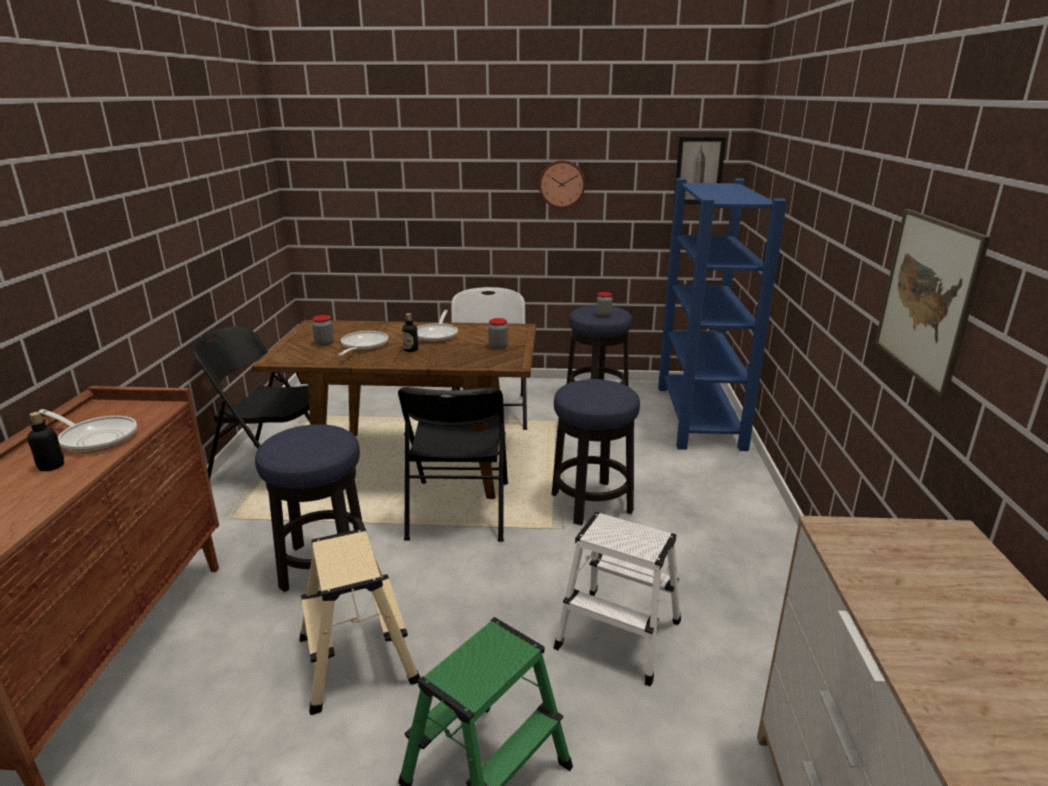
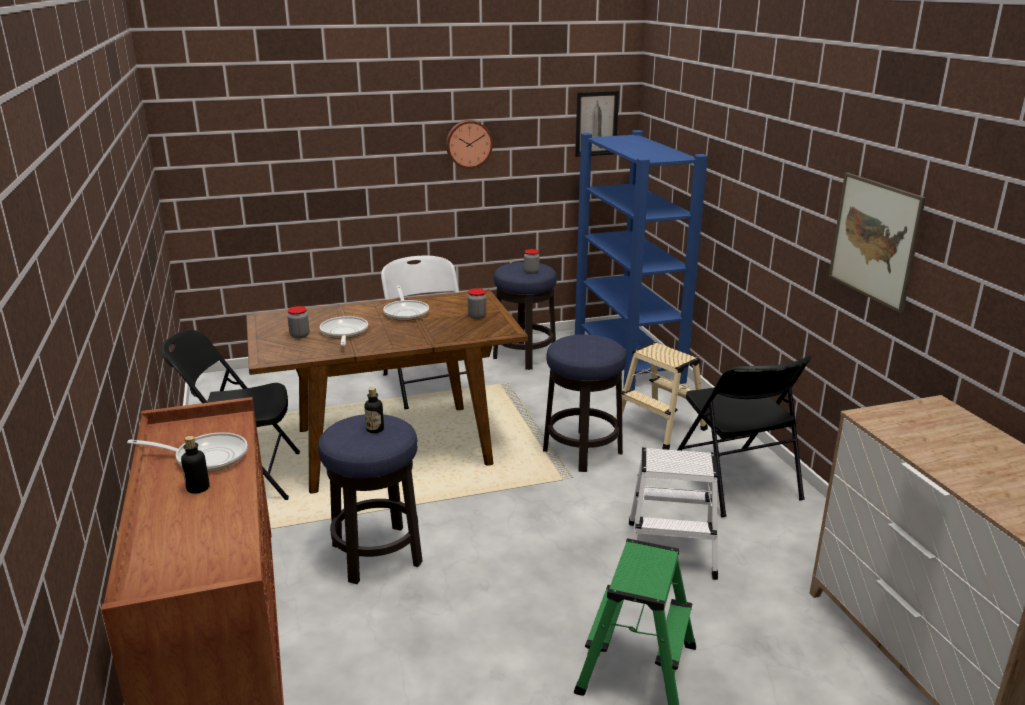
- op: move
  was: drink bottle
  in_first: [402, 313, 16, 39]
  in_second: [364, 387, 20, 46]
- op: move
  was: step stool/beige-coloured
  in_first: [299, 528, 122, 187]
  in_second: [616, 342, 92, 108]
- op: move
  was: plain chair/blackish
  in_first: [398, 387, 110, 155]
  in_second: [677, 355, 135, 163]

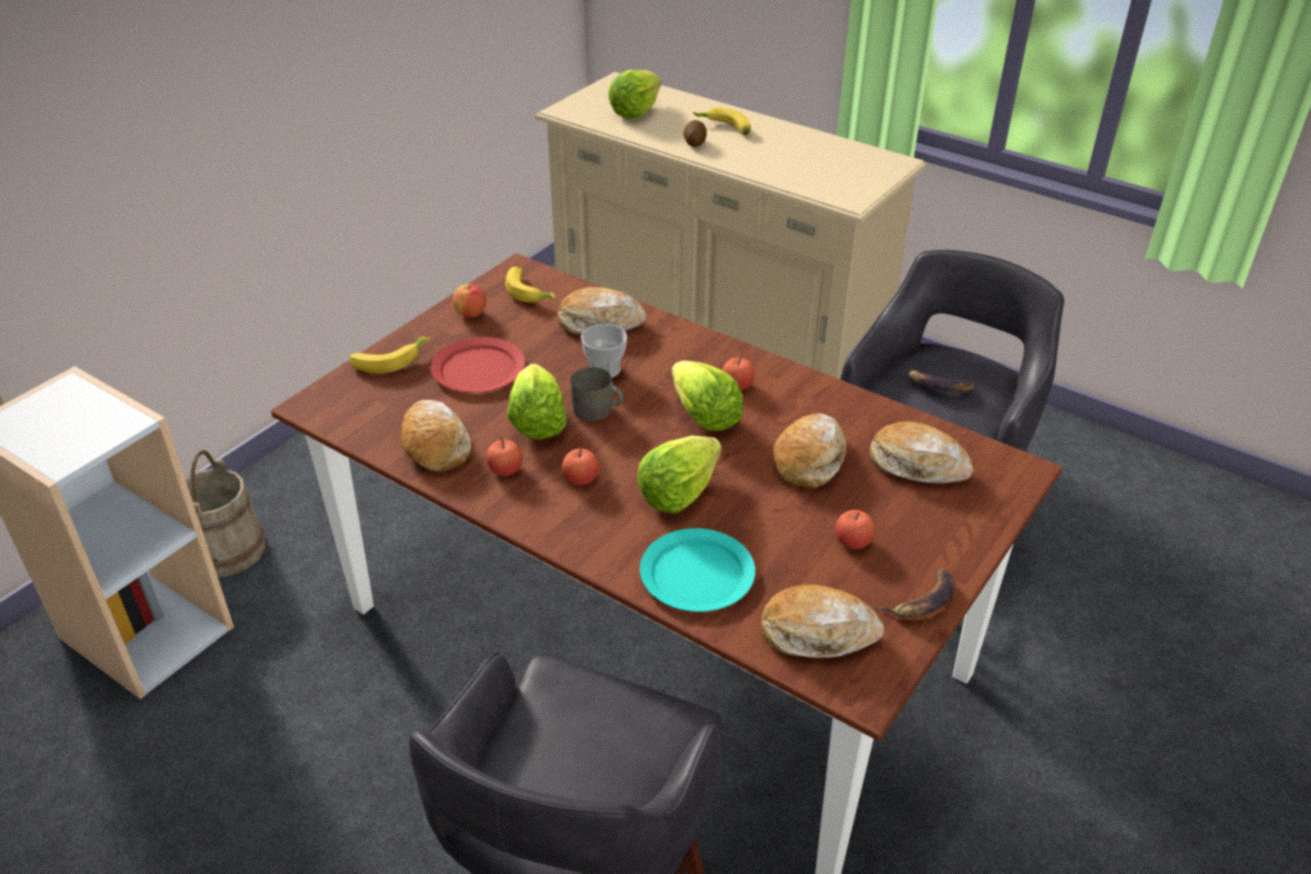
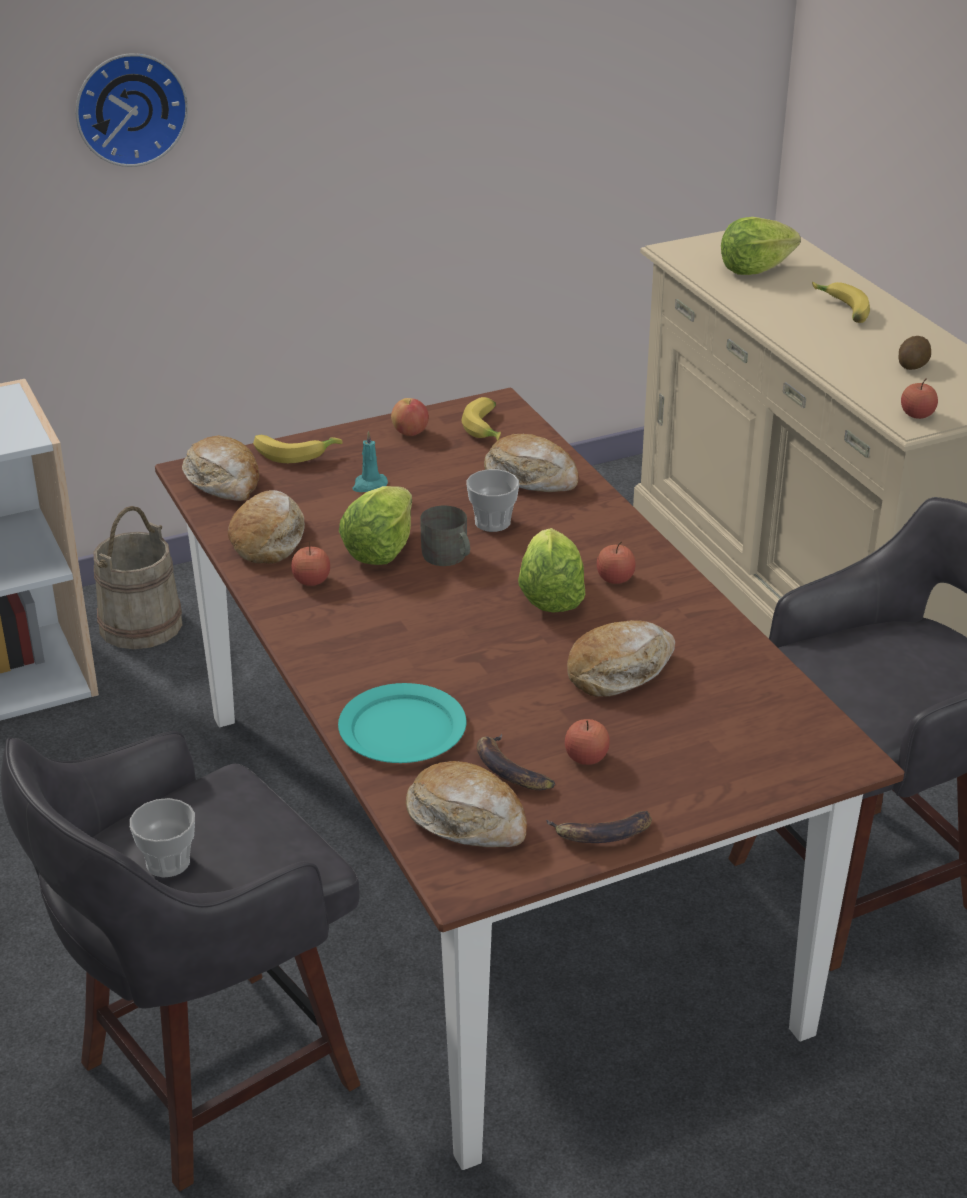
- op: insert
  now: clock on the wall
  in_second: [76, 53, 112, 114]
- op: insert
  now: drinking cup
  in_second: [130, 798, 65, 80]
- op: move
  was: baked bread
  in_first: [869, 421, 105, 62]
  in_second: [182, 435, 77, 66]
- op: replace
  was: plate/reddish
  now: candle/turquoise-coloured
  in_first: [430, 337, 95, 55]
  in_second: [352, 431, 36, 61]
- op: move
  was: banana fruit
  in_first: [908, 368, 66, 24]
  in_second: [477, 734, 78, 56]
- op: move
  was: potato
  in_first: [683, 120, 24, 27]
  in_second: [898, 336, 33, 34]
- op: move
  was: apple
  in_first: [562, 446, 37, 39]
  in_second: [901, 378, 37, 41]
- op: delete
  was: head of lettuce
  in_first: [637, 436, 85, 78]

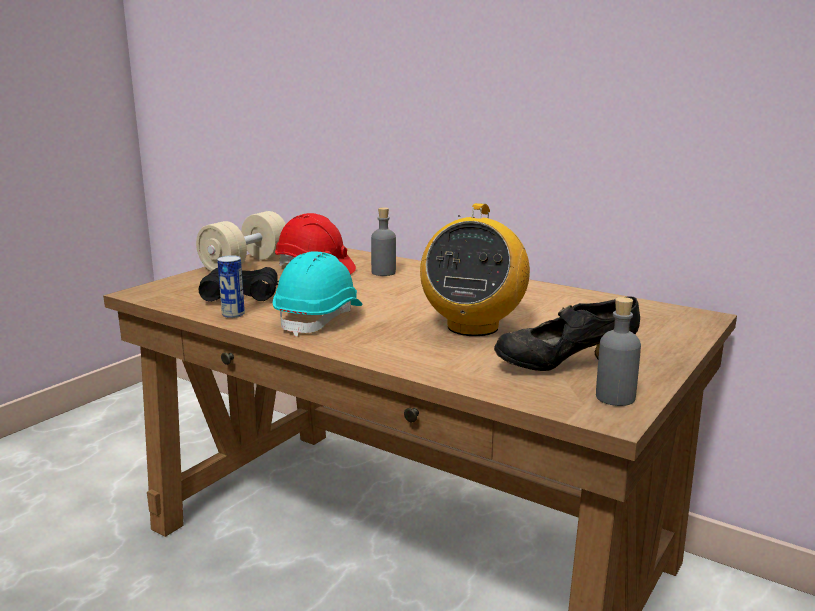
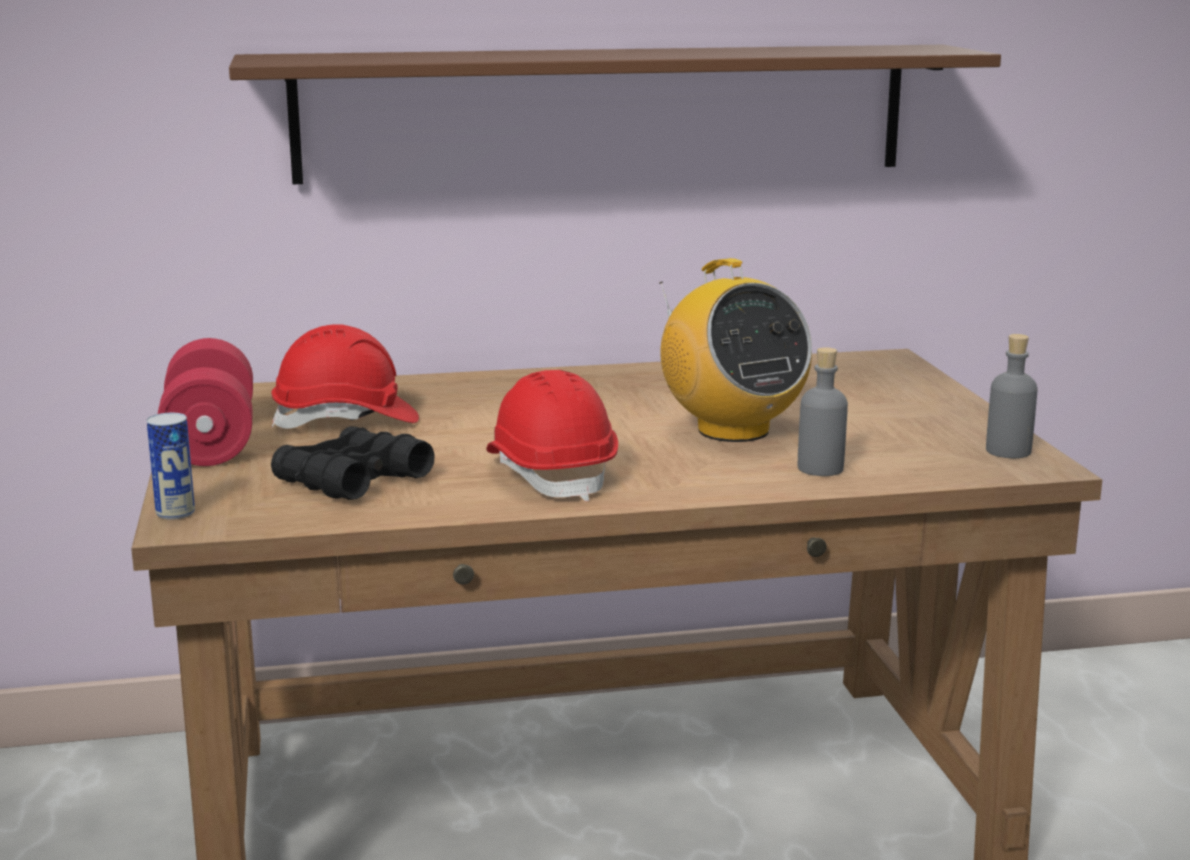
- op: move
  was: can
  in_first: [217, 255, 28, 63]
  in_second: [147, 413, 48, 107]
- op: recolor
  was: dumbbell/beige-coloured
  now: dumbbell/reddish
  in_first: [196, 211, 90, 61]
  in_second: [158, 338, 95, 128]
- op: insert
  now: bracket shelf/brownish
  in_second: [229, 45, 772, 139]
- op: recolor
  was: work helmet/turquoise-coloured
  now: work helmet/reddish
  in_first: [273, 251, 89, 86]
  in_second: [486, 370, 132, 131]
- op: move
  was: drink bottle/grey
  in_first: [371, 207, 25, 69]
  in_second: [798, 348, 50, 128]
- op: delete
  was: item of footwear/blackish
  in_first: [494, 296, 146, 75]

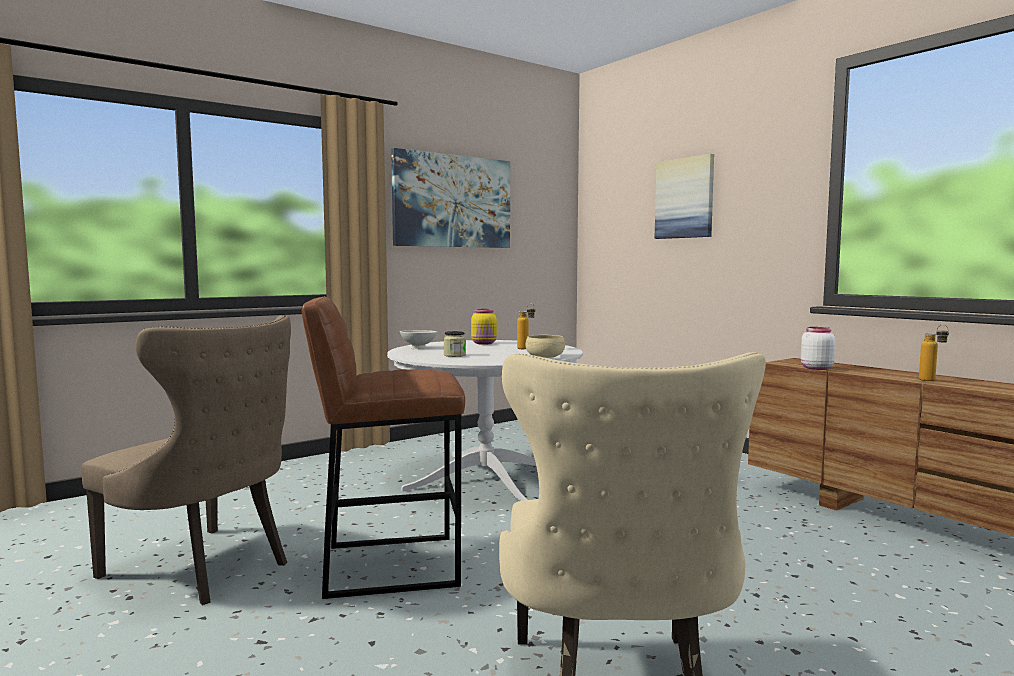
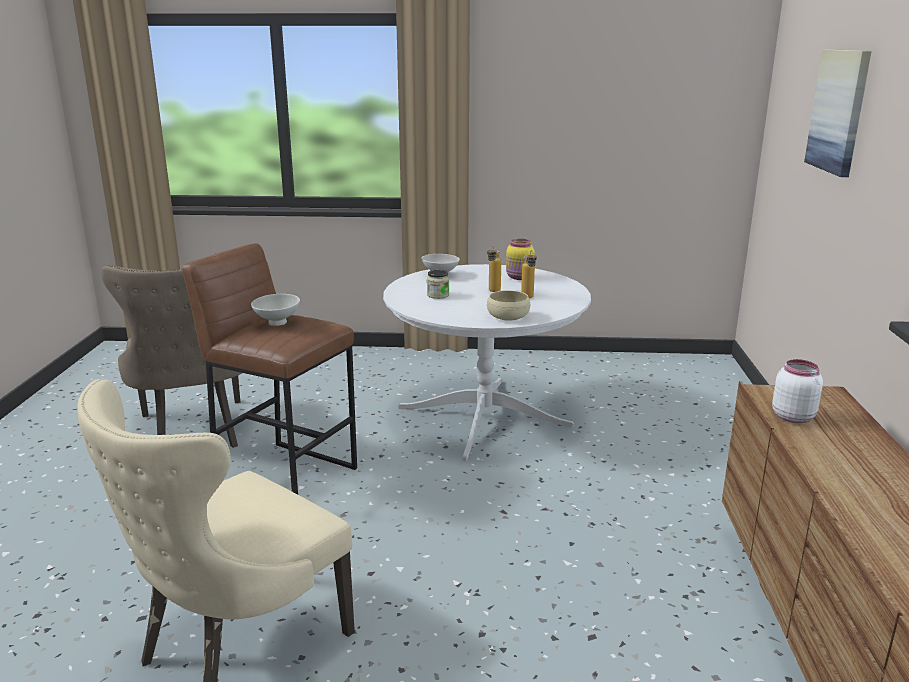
- op: insert
  now: deep dish/white
  in_second: [251, 294, 49, 32]
- op: move
  was: drink bottle
  in_first: [919, 324, 30, 57]
  in_second: [487, 245, 14, 47]
- op: delete
  was: wall art
  in_first: [391, 148, 119, 100]

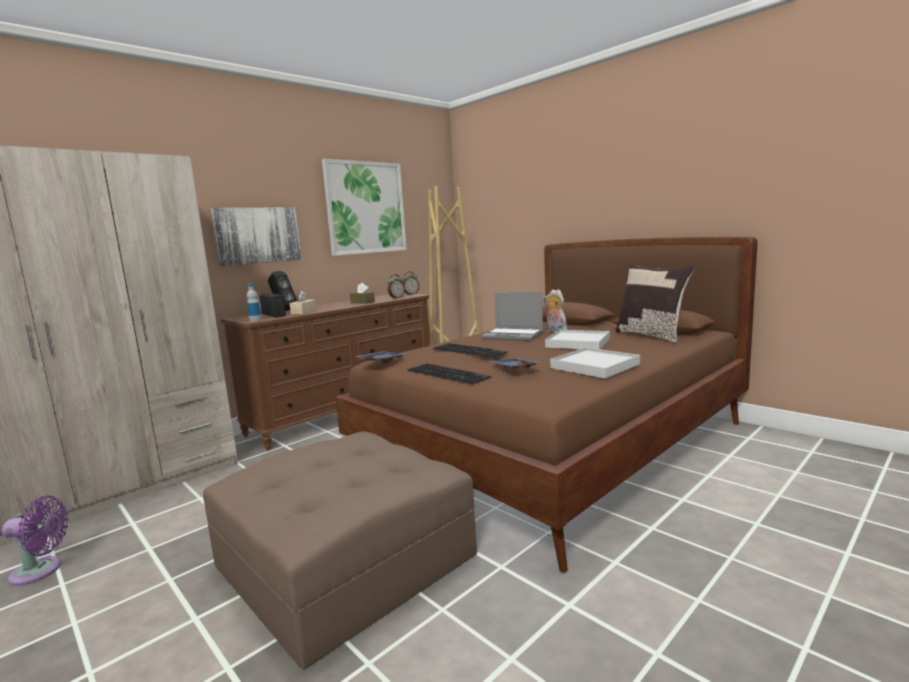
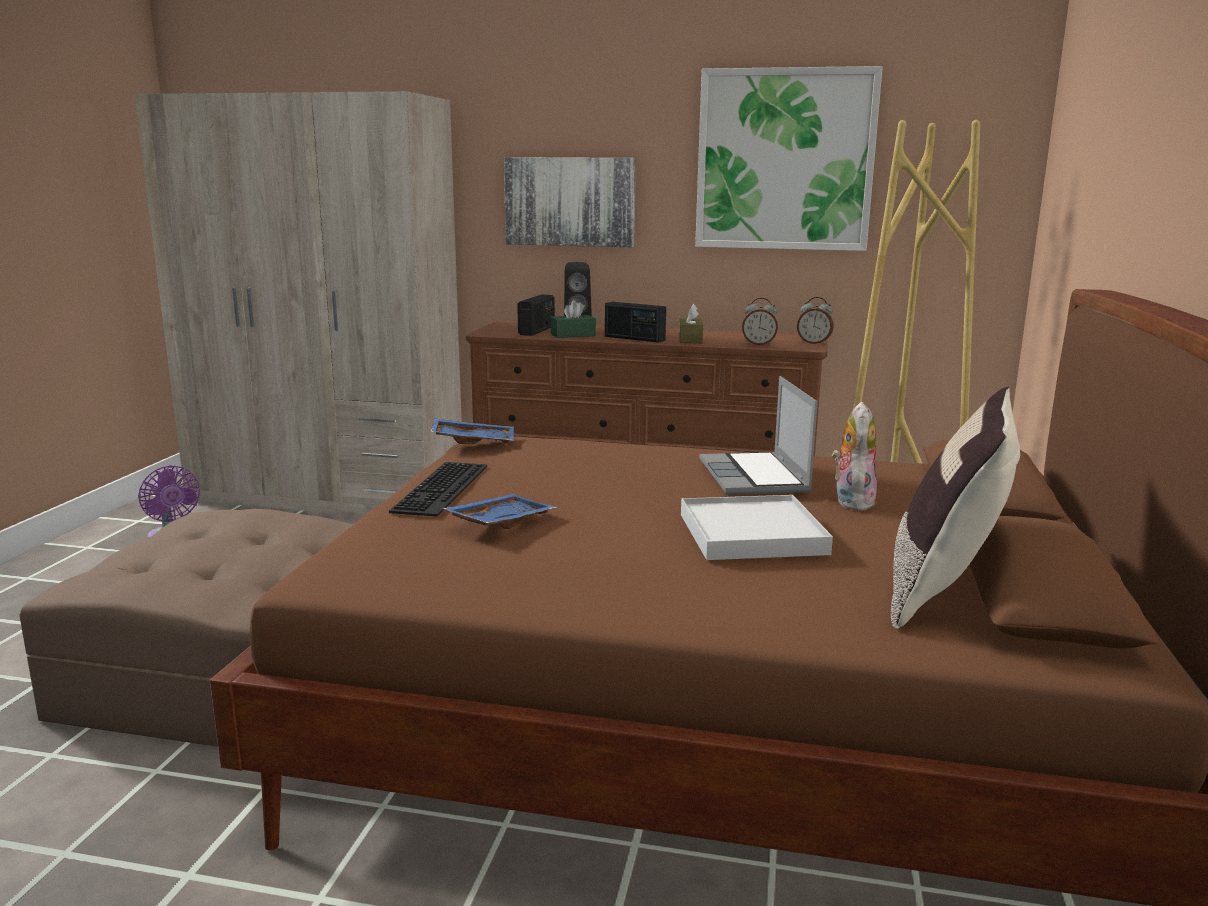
- op: recolor
  was: box of tissues/beige-coloured
  now: box of tissues/green
  in_first: [289, 291, 27, 23]
  in_second: [551, 300, 45, 38]
- op: insert
  now: radio
  in_second: [605, 302, 61, 41]
- op: delete
  was: drink bottle
  in_first: [247, 283, 15, 39]
- op: delete
  was: keyboard
  in_first: [433, 343, 75, 15]
- op: delete
  was: tray/white
  in_first: [550, 347, 90, 31]

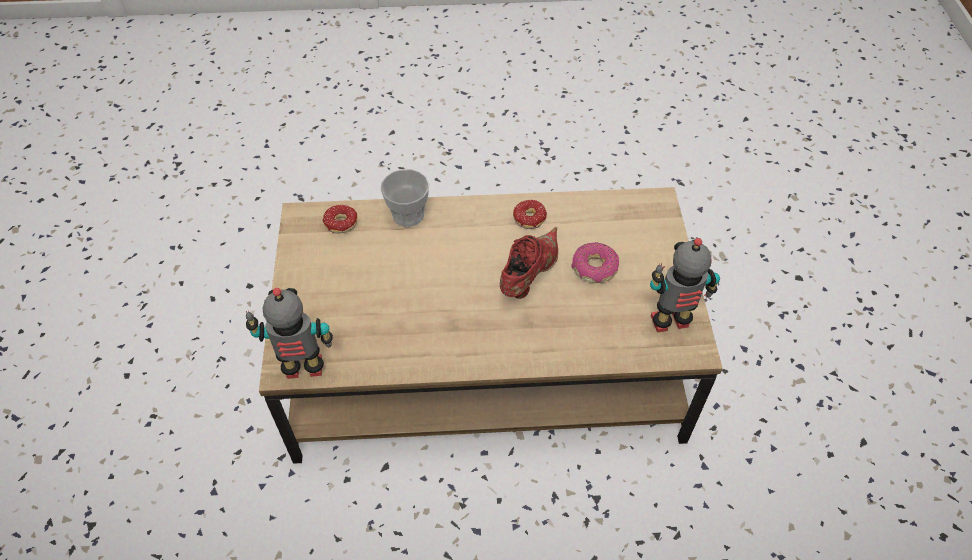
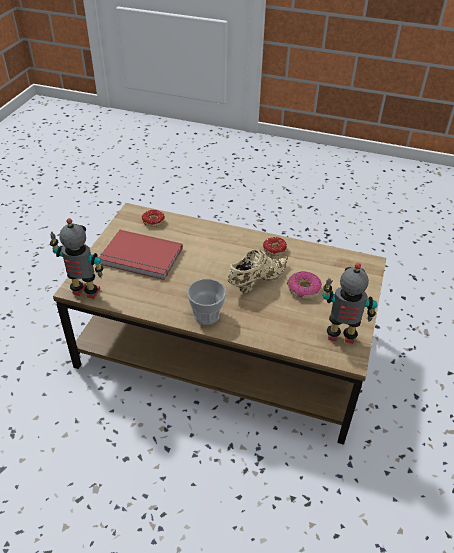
- op: insert
  now: book/reddish
  in_second: [99, 230, 84, 50]
- op: move
  was: drinking cup
  in_first: [381, 169, 48, 58]
  in_second: [187, 279, 39, 46]
- op: recolor
  was: item of footwear/reddish
  now: item of footwear/beige-coloured
  in_first: [500, 227, 58, 72]
  in_second: [228, 249, 60, 44]

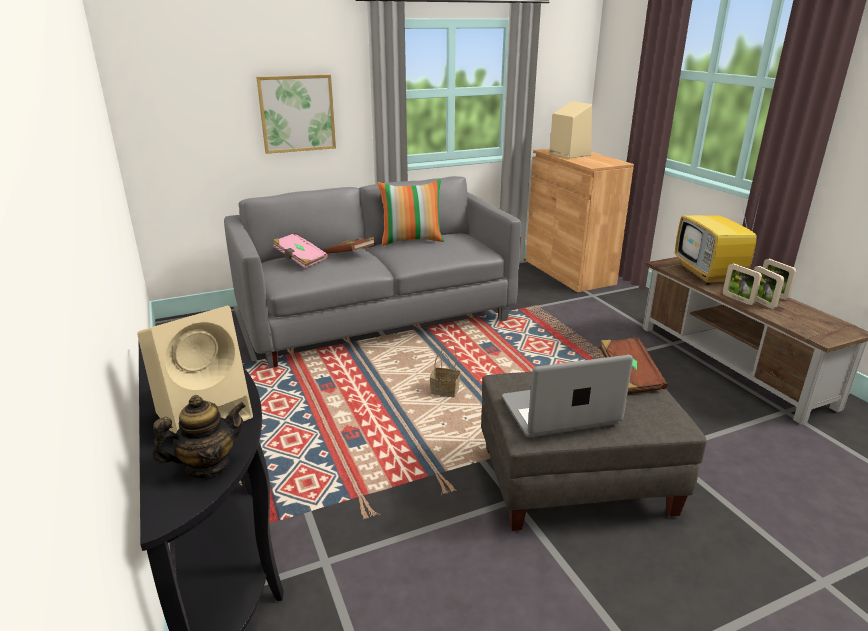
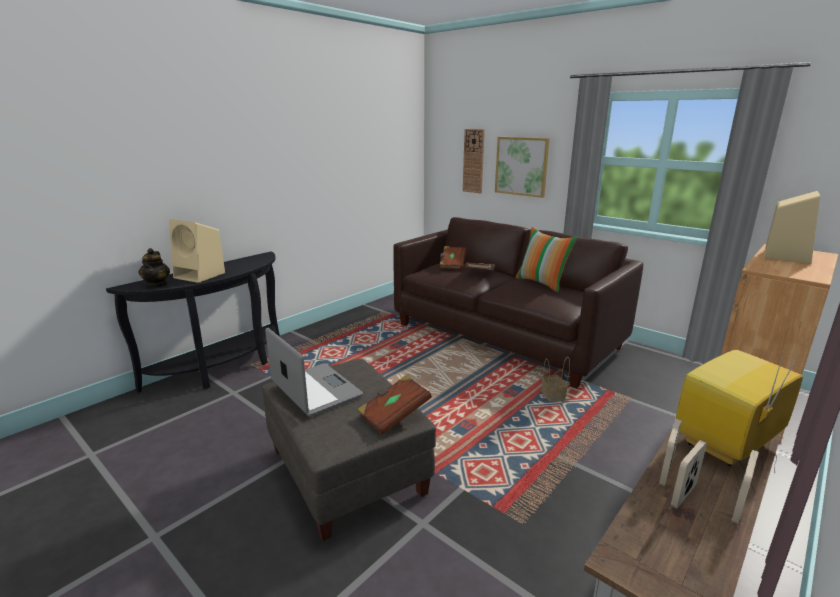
- op: rotate
  was: tea pot
  in_first: [153, 395, 93, 83]
  in_second: [138, 248, 32, 40]
  clockwise: 45
- op: recolor
  was: settee/grey
  now: settee/brownish
  in_first: [224, 176, 297, 192]
  in_second: [393, 217, 250, 171]
- op: recolor
  was: book/pink
  now: book/brownish
  in_first: [273, 233, 55, 35]
  in_second: [440, 246, 26, 23]
- op: insert
  now: clock on the wall
  in_second: [463, 129, 22, 64]
- op: move
  was: basket
  in_first: [430, 341, 31, 56]
  in_second: [542, 357, 28, 45]

